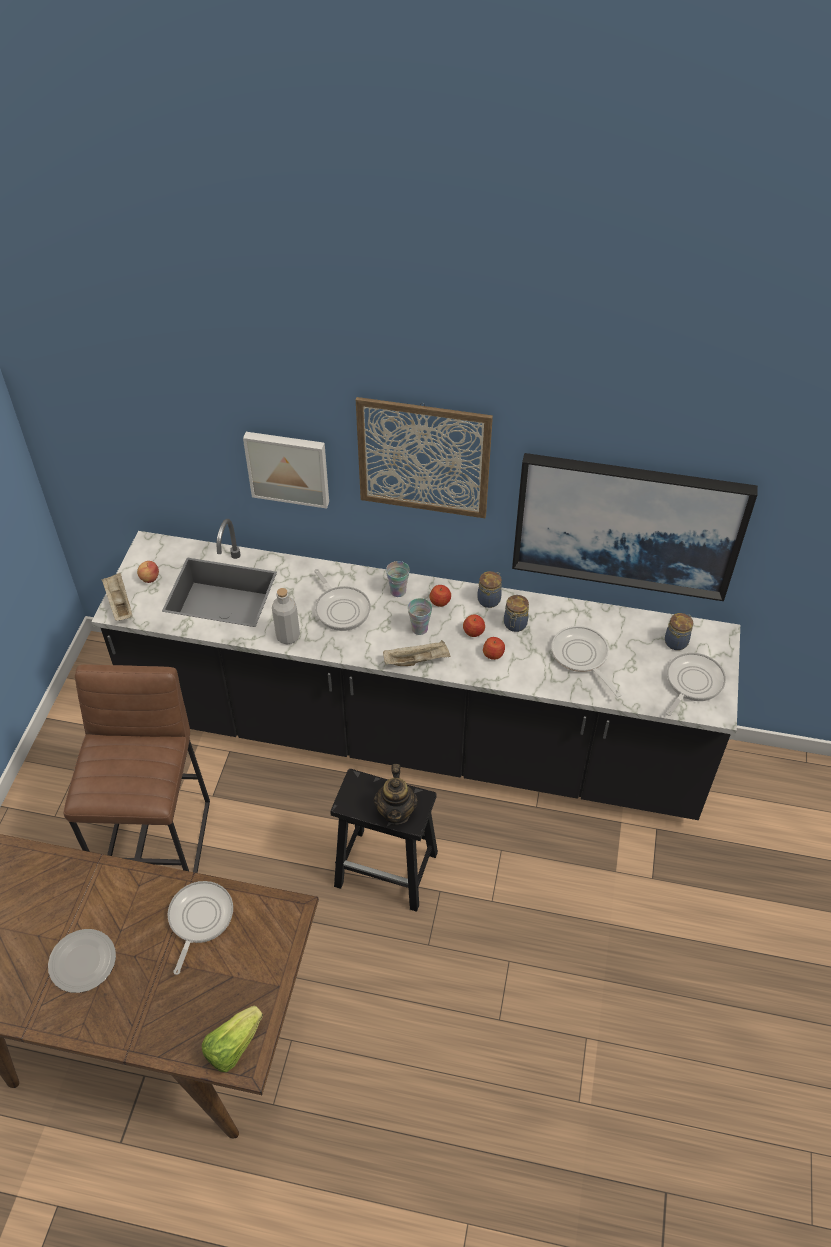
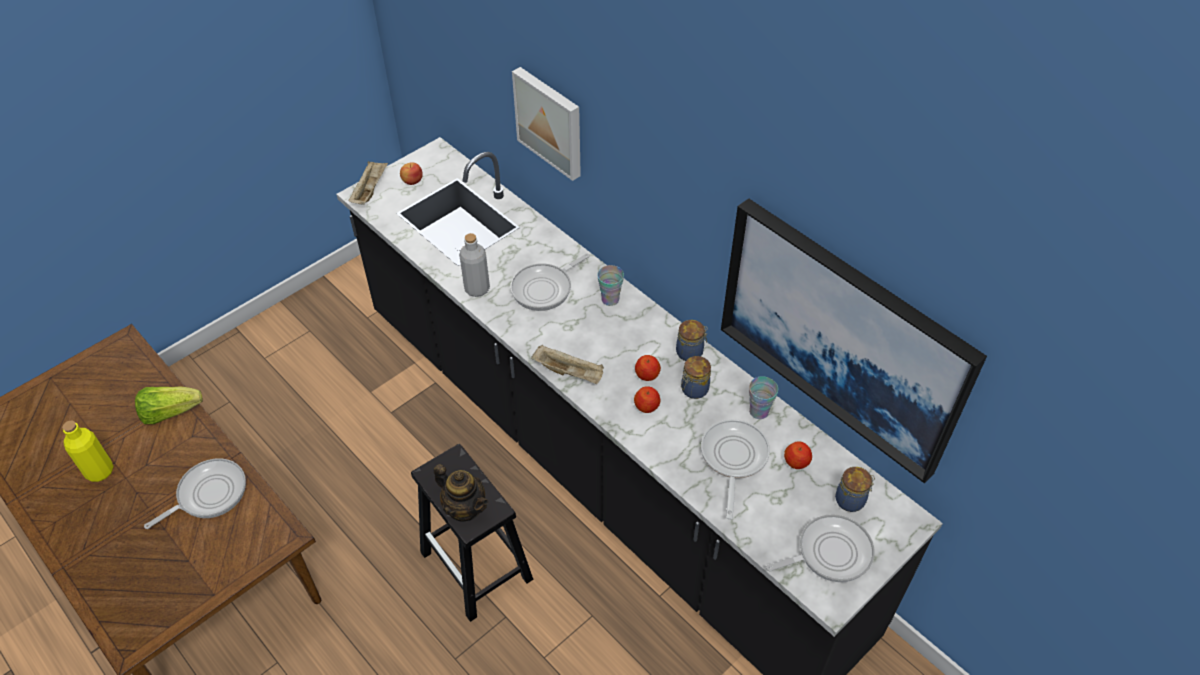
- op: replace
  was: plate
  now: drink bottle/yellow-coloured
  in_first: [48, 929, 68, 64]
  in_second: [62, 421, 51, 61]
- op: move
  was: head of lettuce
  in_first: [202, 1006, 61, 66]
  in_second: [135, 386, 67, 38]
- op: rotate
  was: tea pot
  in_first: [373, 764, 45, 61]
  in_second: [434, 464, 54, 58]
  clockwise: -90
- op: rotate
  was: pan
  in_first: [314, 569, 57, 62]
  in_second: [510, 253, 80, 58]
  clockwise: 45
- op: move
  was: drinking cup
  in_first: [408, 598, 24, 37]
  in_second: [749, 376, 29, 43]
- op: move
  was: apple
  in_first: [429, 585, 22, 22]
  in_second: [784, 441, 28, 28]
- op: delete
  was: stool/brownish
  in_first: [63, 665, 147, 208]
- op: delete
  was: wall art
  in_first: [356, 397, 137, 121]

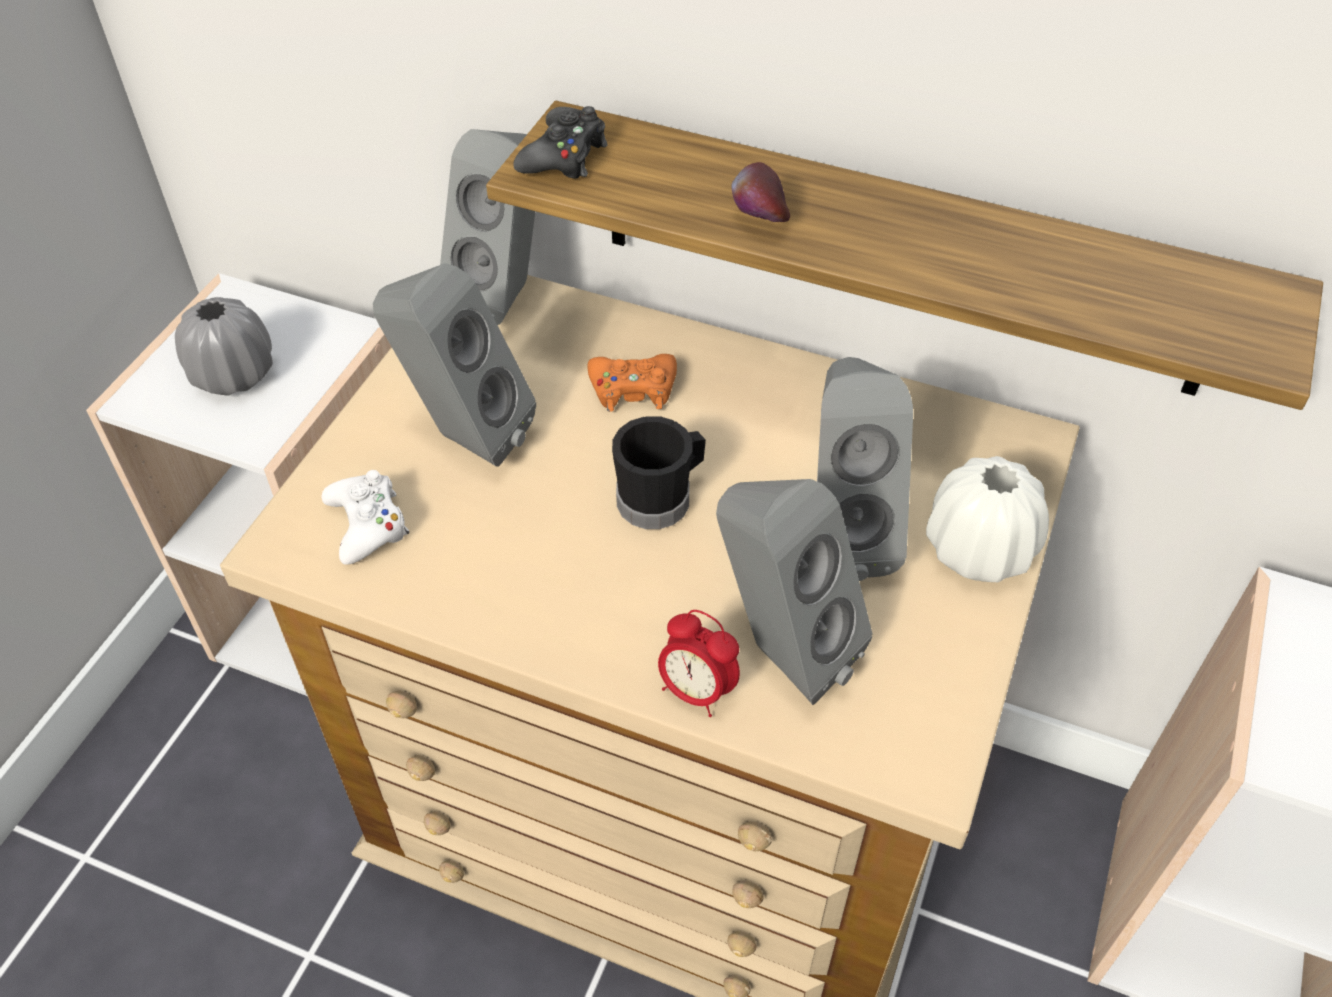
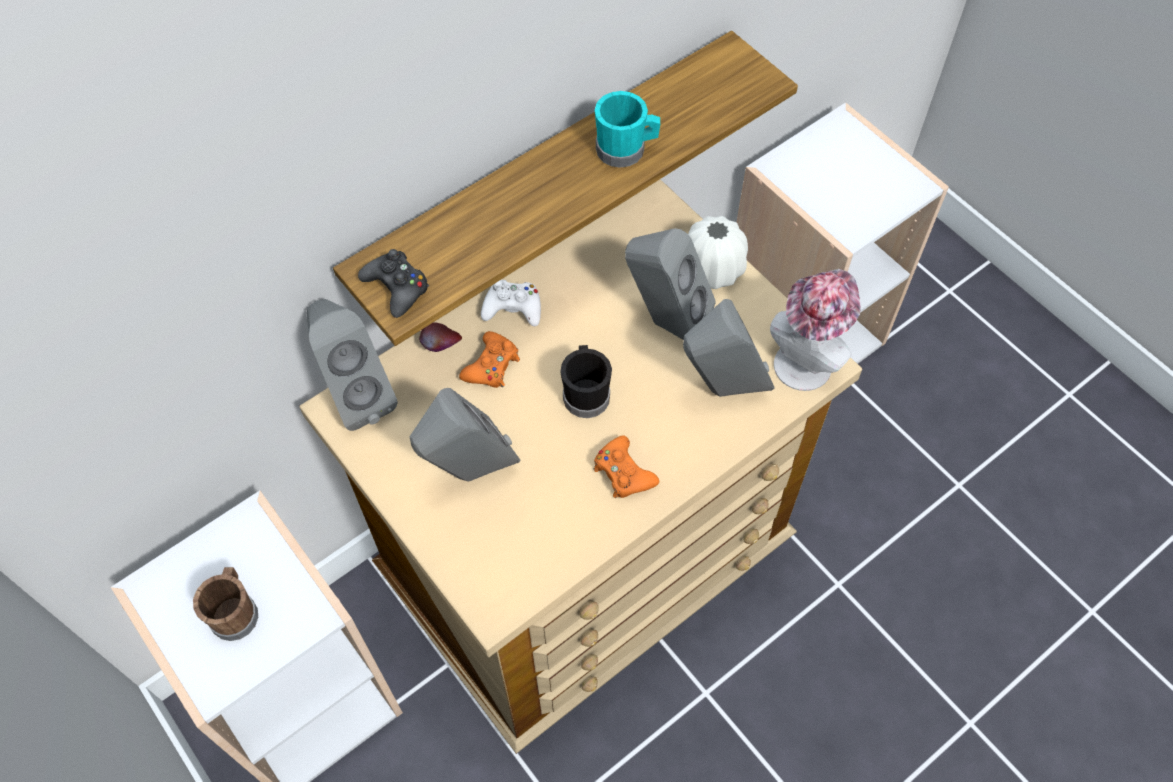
- op: replace
  was: vase/grey
  now: tea mug/brownish
  in_first: [175, 297, 98, 98]
  in_second: [193, 567, 65, 74]
- op: move
  was: apple
  in_first: [731, 162, 59, 60]
  in_second: [419, 323, 43, 29]
- op: move
  was: game controller/white
  in_first: [322, 470, 88, 95]
  in_second: [481, 280, 60, 46]
- op: insert
  now: game controller/orange
  in_second: [594, 435, 65, 63]
- op: insert
  now: tea mug/turquoise-coloured
  in_second: [595, 91, 65, 77]
- op: insert
  now: hat
  in_second: [770, 269, 91, 122]
- op: delete
  was: table clock
  in_first: [658, 610, 82, 107]

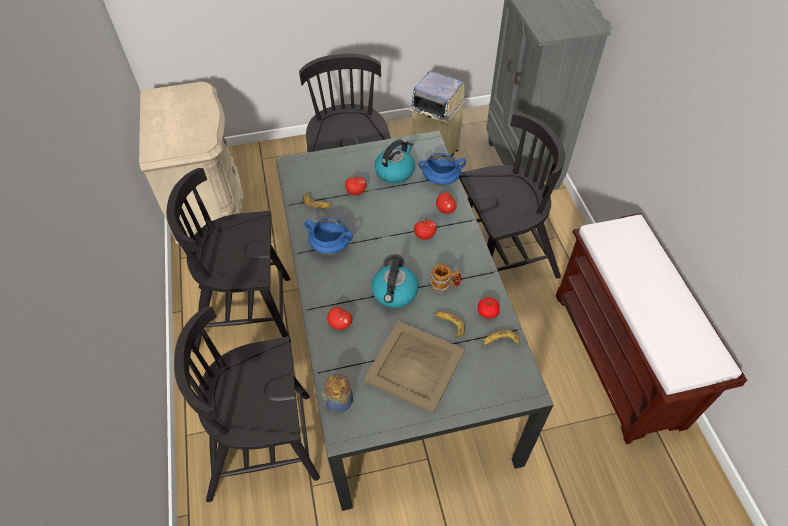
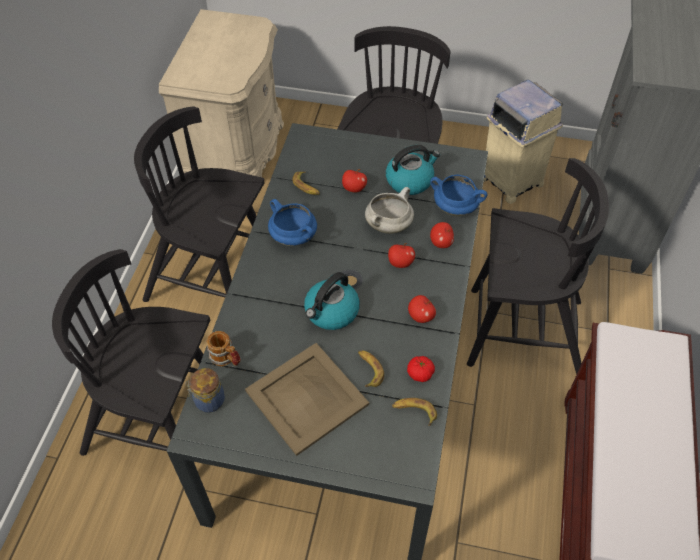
- op: move
  was: tea mug
  in_first: [430, 264, 31, 29]
  in_second: [207, 331, 34, 35]
- op: insert
  now: stockpot/white
  in_second: [365, 187, 49, 47]
- op: move
  was: apple
  in_first: [327, 307, 26, 23]
  in_second: [408, 295, 28, 28]

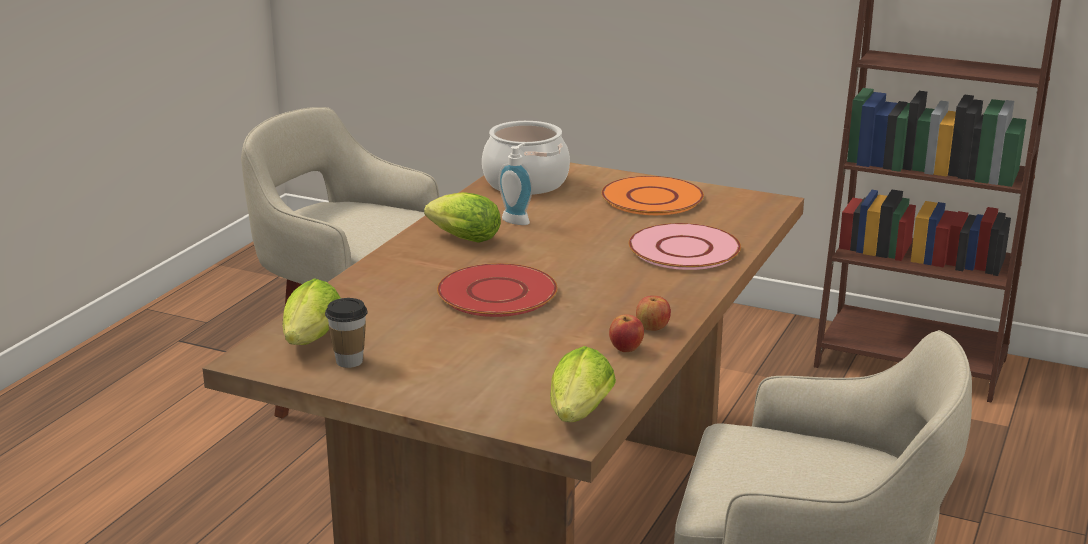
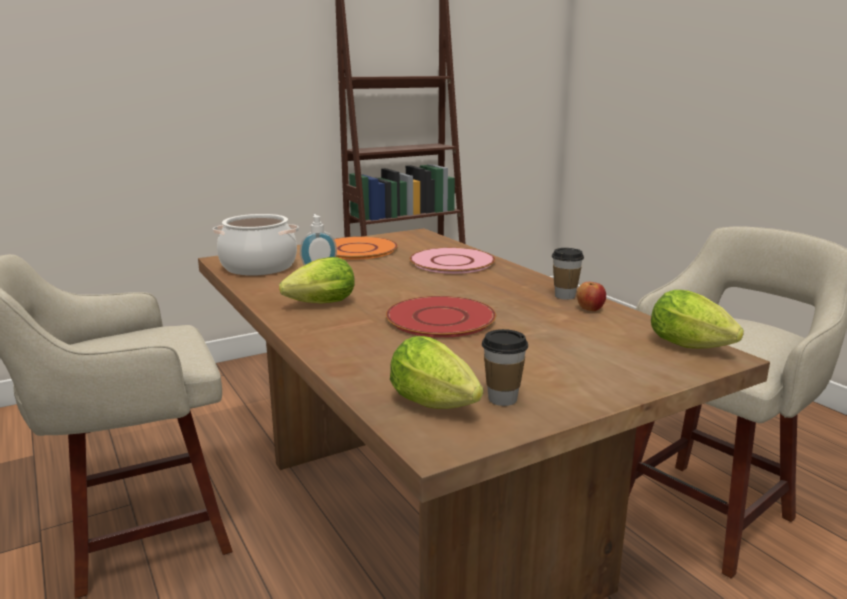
- op: replace
  was: apple
  now: drinking cup
  in_first: [636, 296, 35, 35]
  in_second: [552, 248, 32, 52]

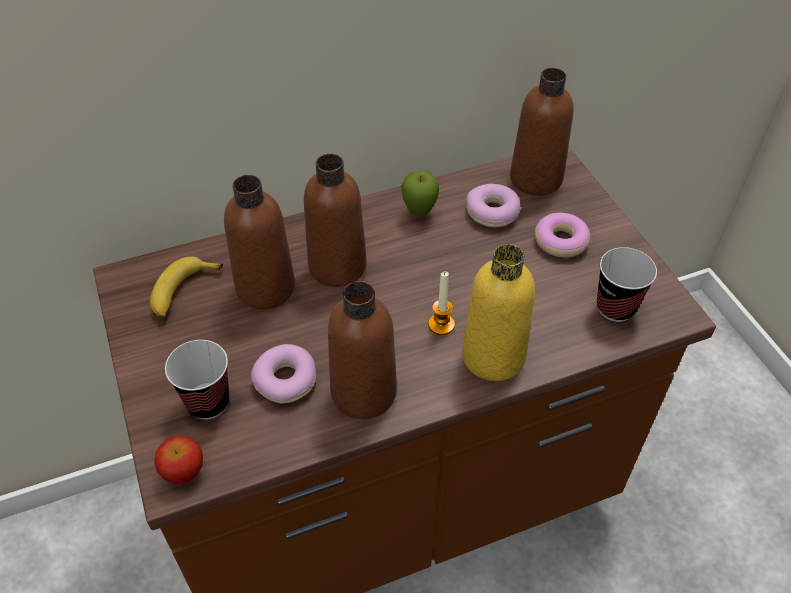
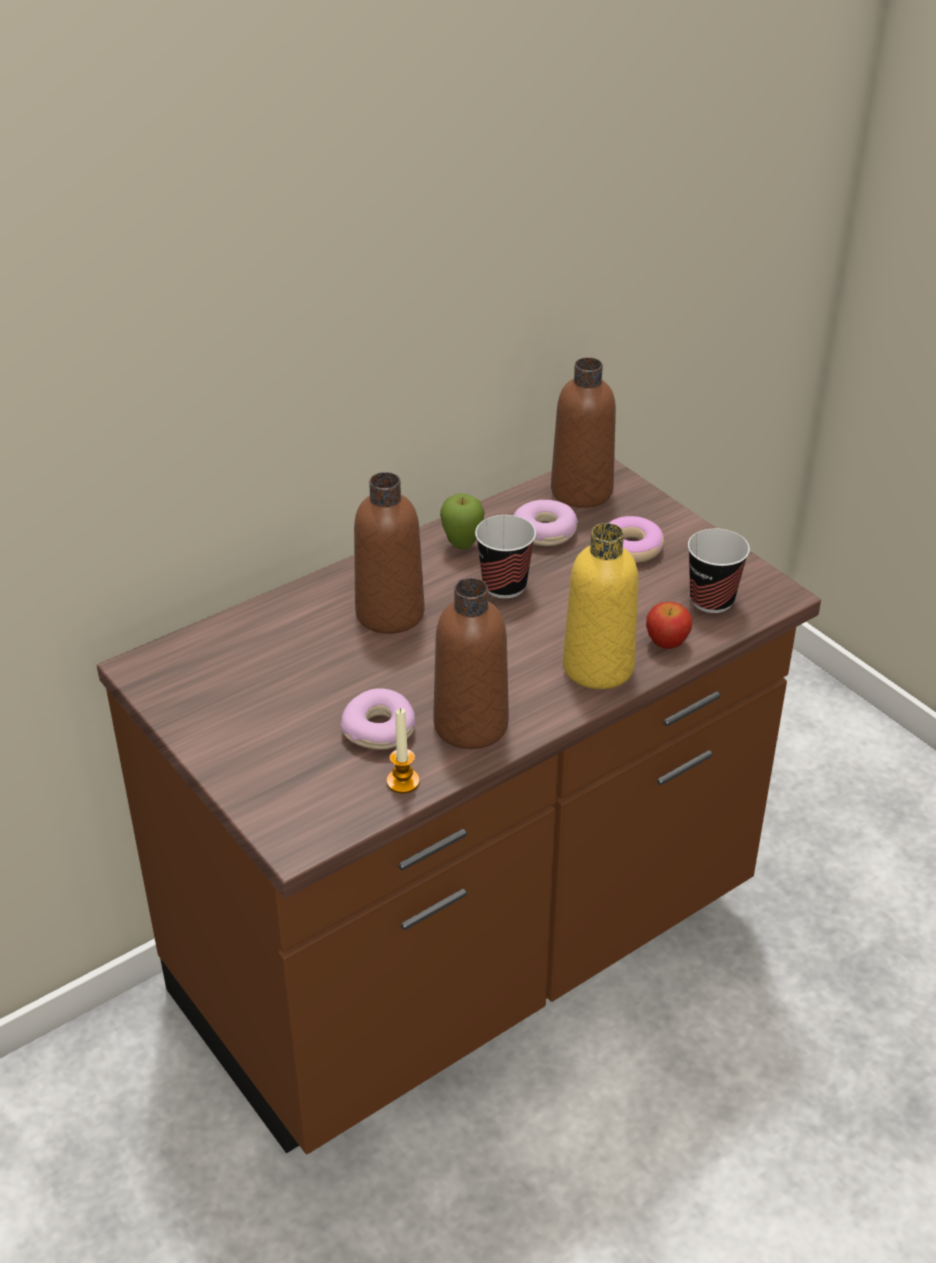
- op: move
  was: candle
  in_first: [428, 272, 27, 63]
  in_second: [386, 708, 34, 86]
- op: move
  was: drinking cup
  in_first: [165, 340, 64, 80]
  in_second: [475, 515, 61, 84]
- op: move
  was: apple
  in_first: [154, 436, 49, 48]
  in_second: [646, 602, 46, 47]
- op: delete
  was: banana fruit
  in_first: [150, 257, 73, 62]
- op: delete
  was: drink bottle/brownish
  in_first: [224, 175, 71, 134]

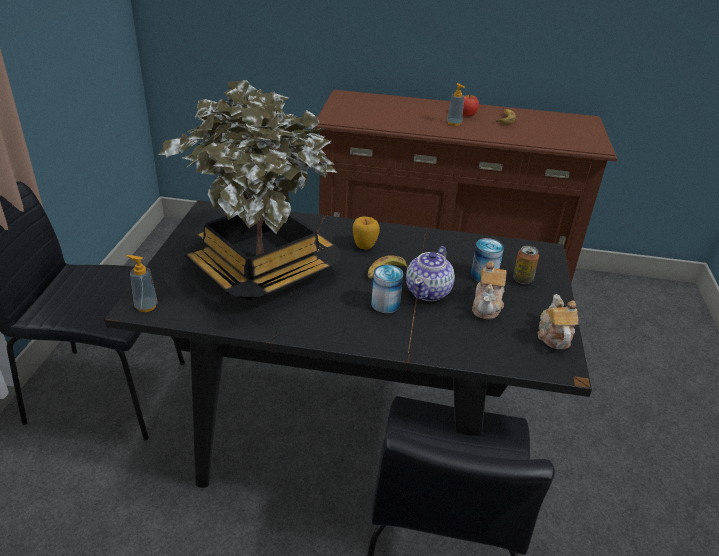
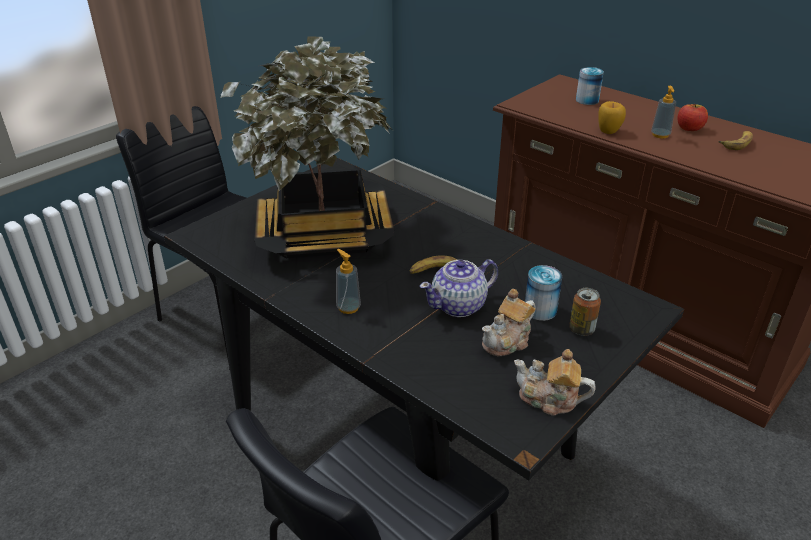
- op: move
  was: soap dispenser
  in_first: [126, 255, 32, 57]
  in_second: [336, 249, 25, 65]
- op: rotate
  was: tea pot
  in_first: [538, 294, 41, 55]
  in_second: [514, 349, 82, 67]
  clockwise: -105
- op: move
  was: can
  in_first: [371, 265, 32, 48]
  in_second: [576, 67, 28, 38]
- op: move
  was: apple
  in_first: [353, 217, 27, 32]
  in_second: [598, 101, 28, 33]

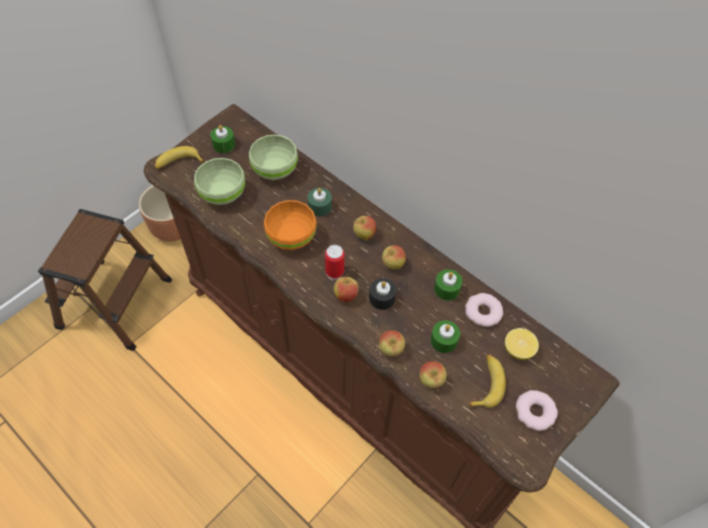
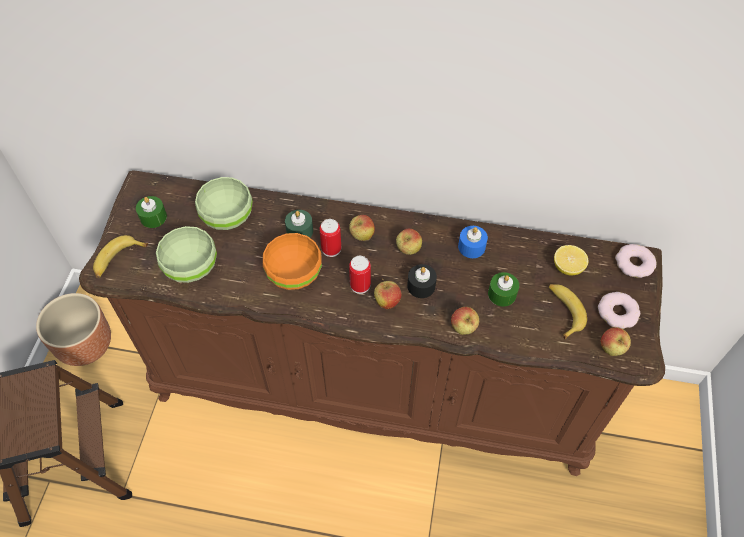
- op: insert
  now: can
  in_second: [319, 219, 22, 38]
- op: recolor
  was: candle/green
  now: candle/bluish
  in_first: [434, 269, 28, 32]
  in_second: [458, 226, 30, 32]
- op: move
  was: apple
  in_first: [420, 361, 27, 27]
  in_second: [601, 327, 30, 29]
- op: move
  was: doughnut
  in_first: [465, 293, 38, 34]
  in_second: [615, 244, 41, 34]

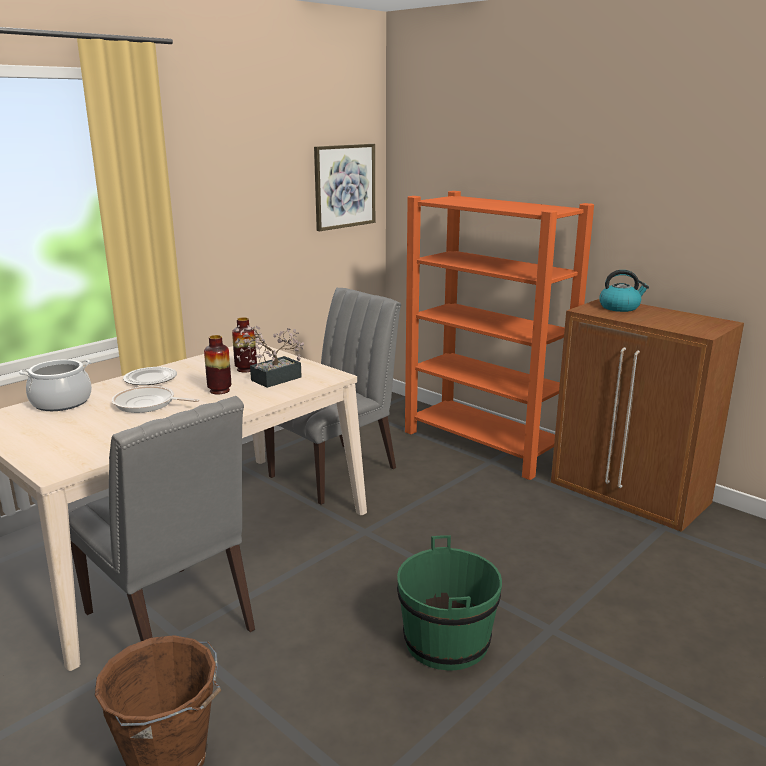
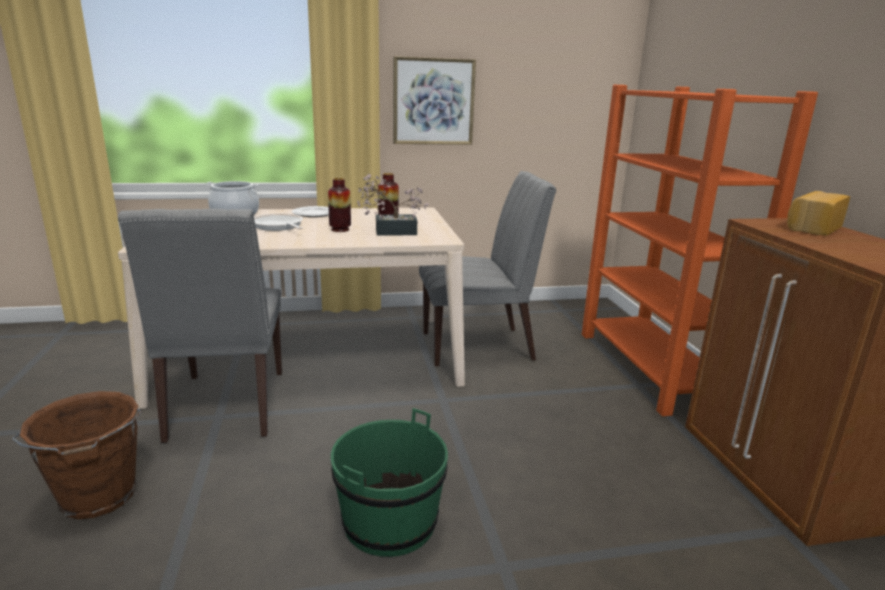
- op: move
  was: wall art
  in_first: [314, 144, 61, 87]
  in_second: [393, 56, 83, 89]
- op: replace
  was: water kettle
  now: baked bread
  in_first: [599, 270, 50, 42]
  in_second: [787, 191, 63, 44]

